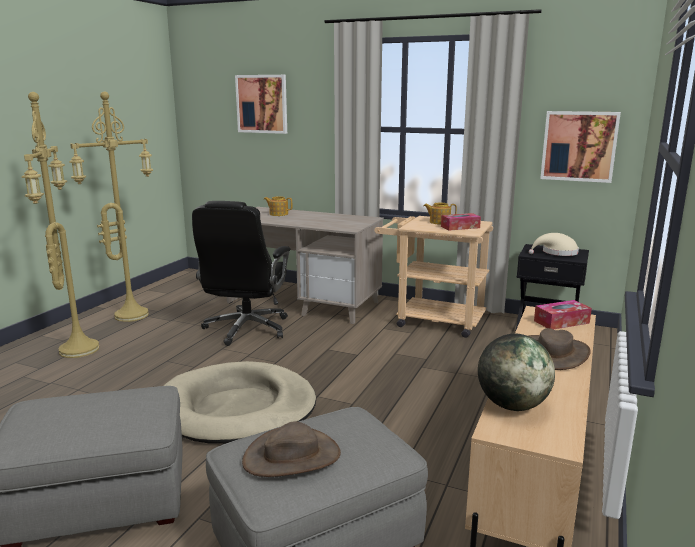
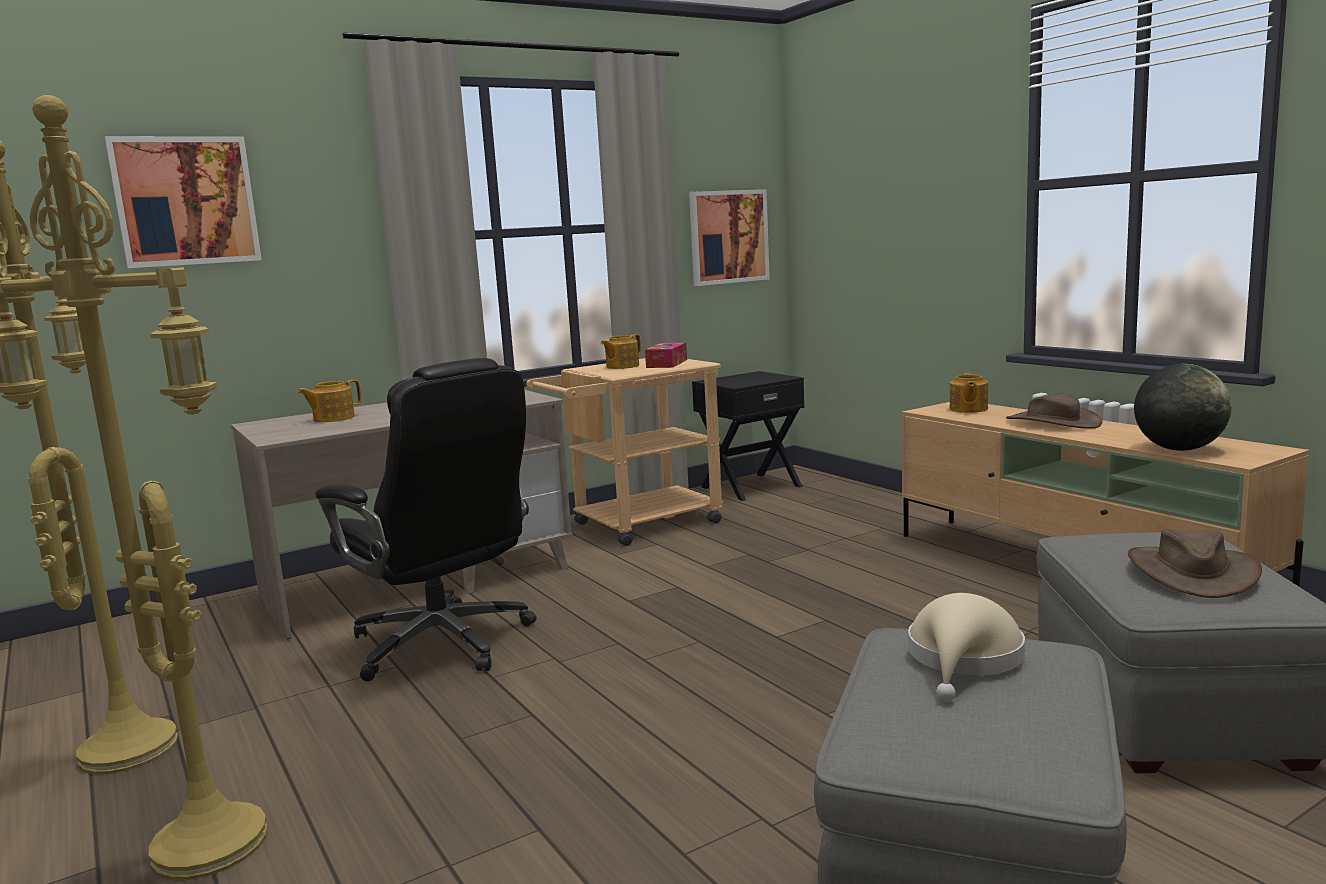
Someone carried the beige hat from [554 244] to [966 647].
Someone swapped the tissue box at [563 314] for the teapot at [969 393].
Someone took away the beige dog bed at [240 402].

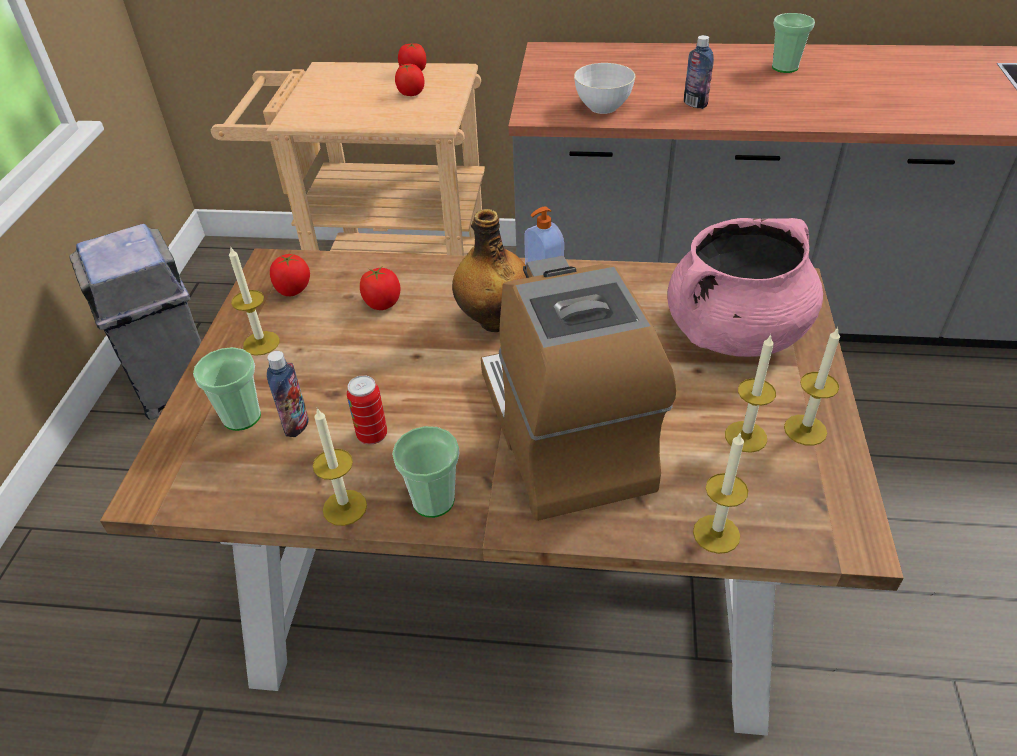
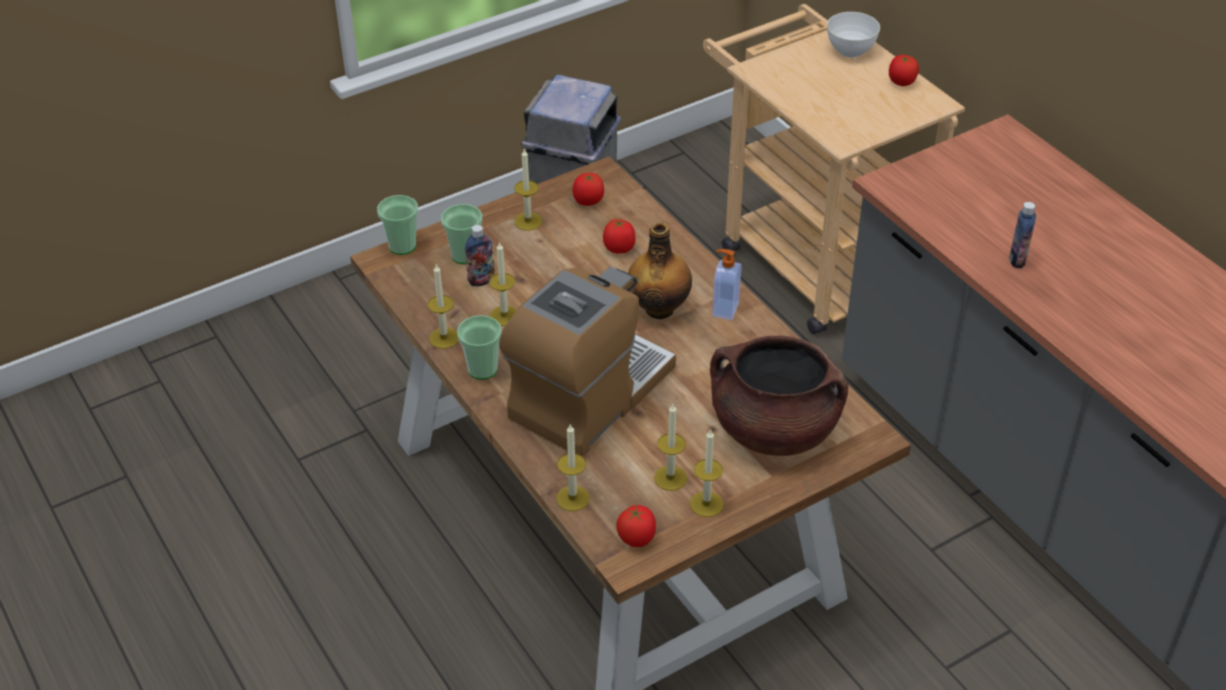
Someone carried the cup from [793 43] to [397 225].
Someone carried the white bowl from [604 88] to [853 35].
Someone carried the tomato from [409 80] to [636 525].
Someone repainted the pink cooking pot at [745 287], which became the brown cooking pot at [779 395].
Someone swapped the can at [367 410] for the candle at [503 284].

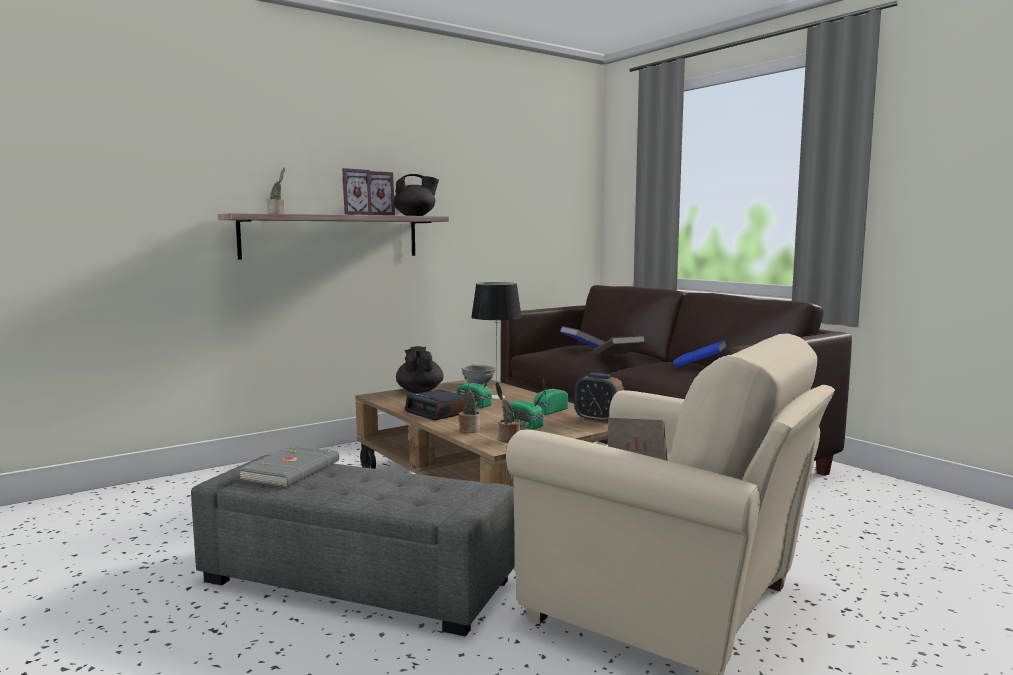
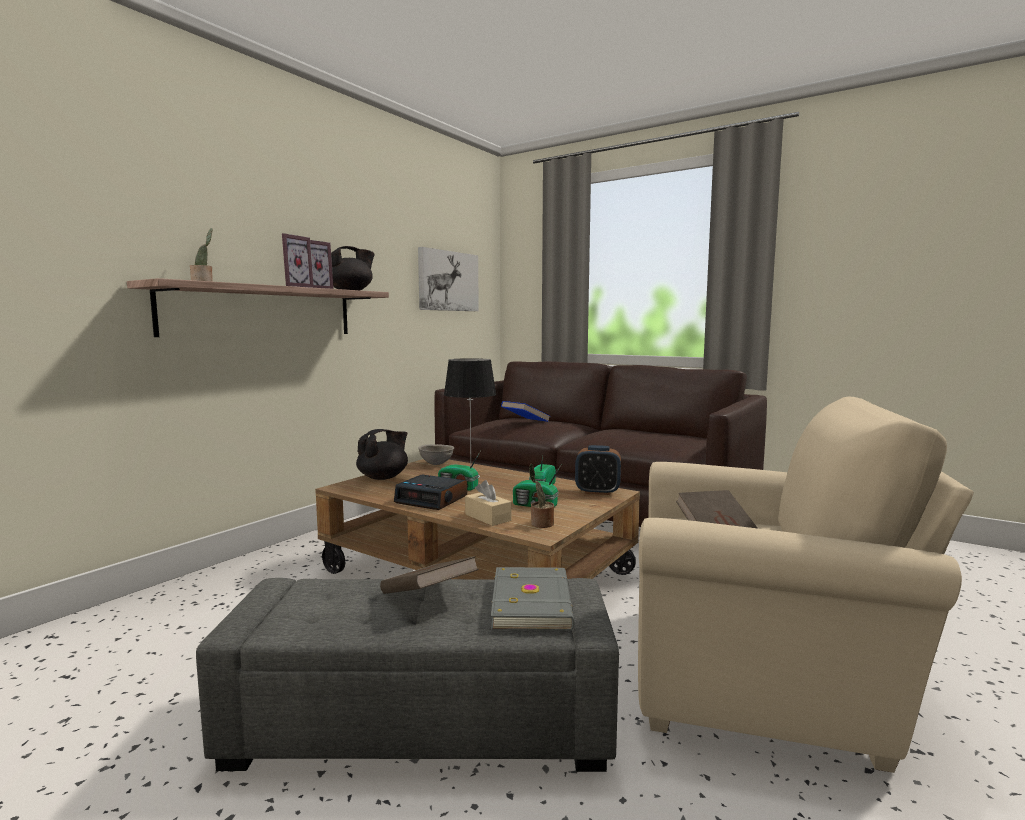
Someone carried the brown book from [619 345] to [429 575].
Someone took away the blue book at [700 354].
Someone rotated the black teapot at [420 369] by 75 degrees clockwise.
Someone swapped the potted plant at [469 403] for the beige tissue box at [488 503].
Someone carried the grey book from [288 466] to [532 599].
Someone put up the picture at [448 279].

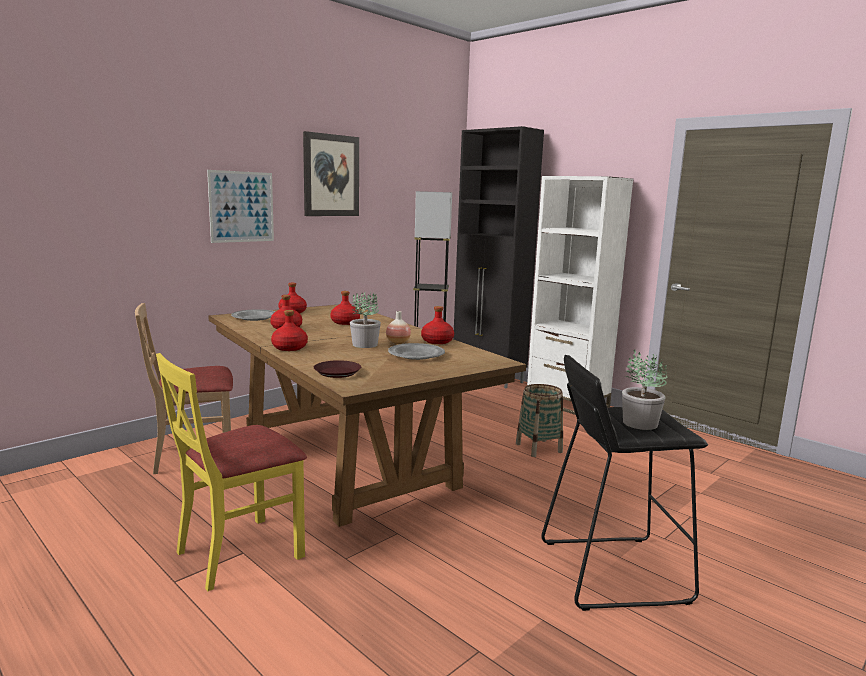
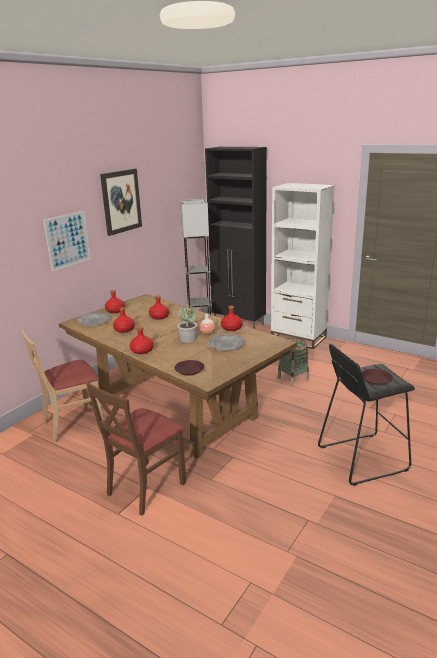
Someone swapped the potted plant at [644 390] for the brown plate at [377 377].
Someone repainted the yellow chair at [231 472], which became the brown chair at [136 449].

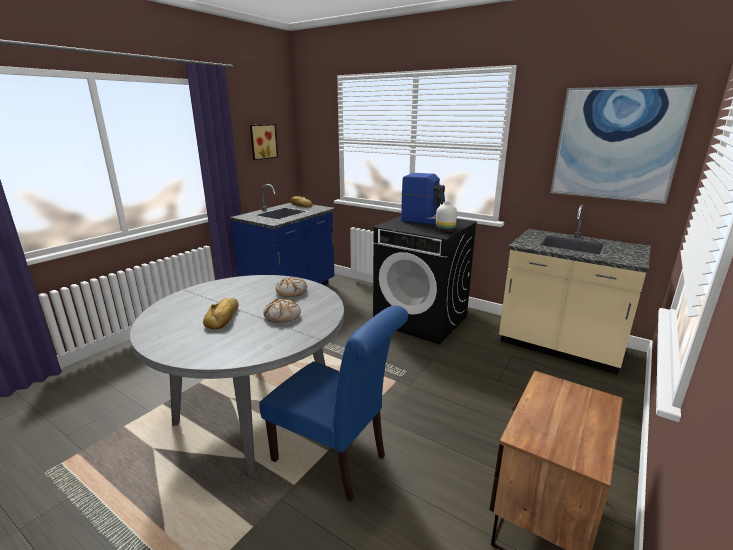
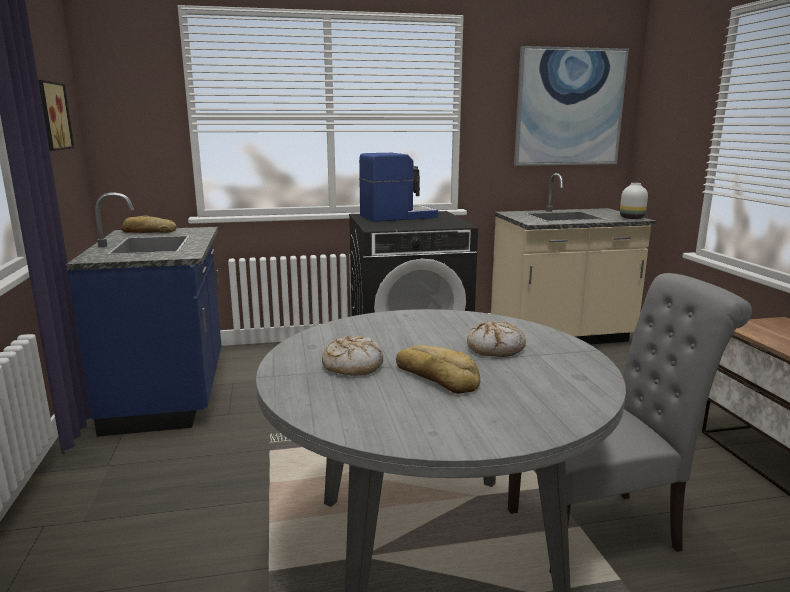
Someone carried the white vase from [446 217] to [634 201].
Someone carried the bread from [291 287] to [352 356].
Someone repainted the blue chair at [333 403], which became the grey chair at [630 423].

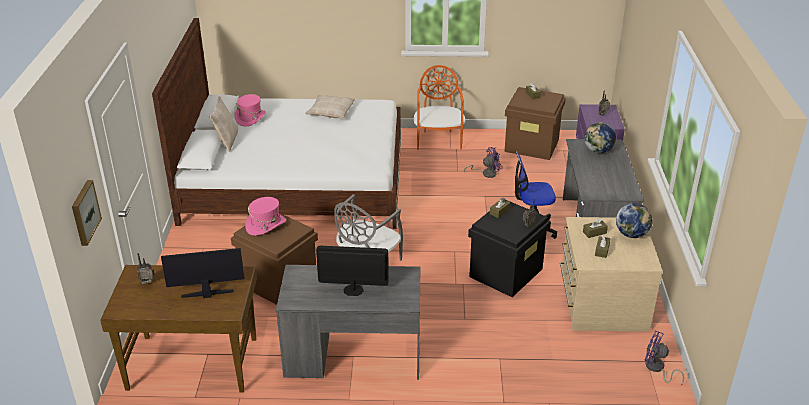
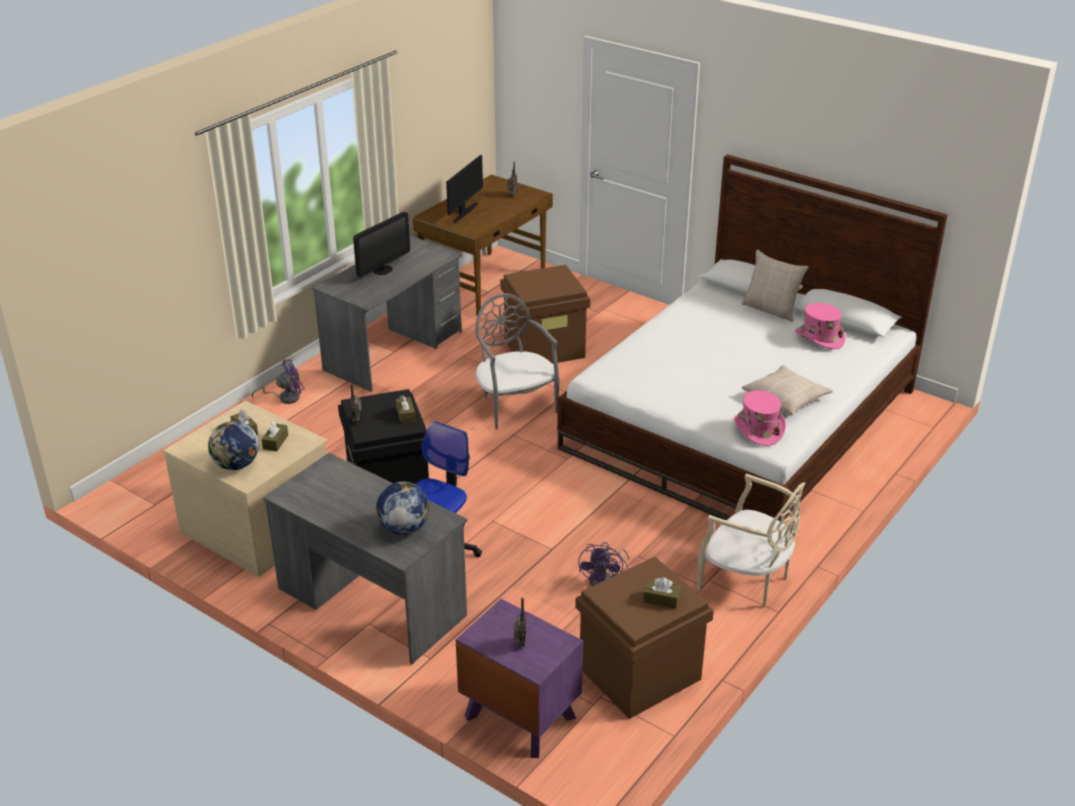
Someone repainted the orange chair at [439 107], which became the beige chair at [751 540].
Someone took away the picture at [87 213].
Someone carried the pink hat from [265 216] to [760 418].
Someone carried the purple fan from [664 358] to [278 381].

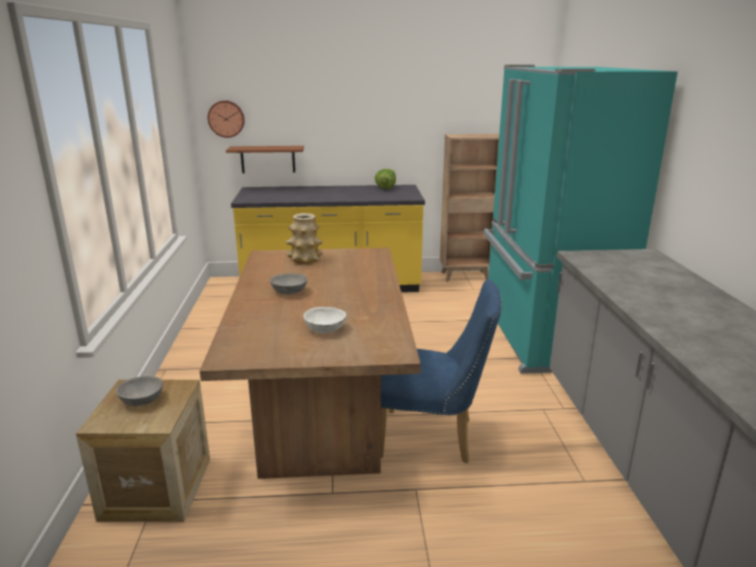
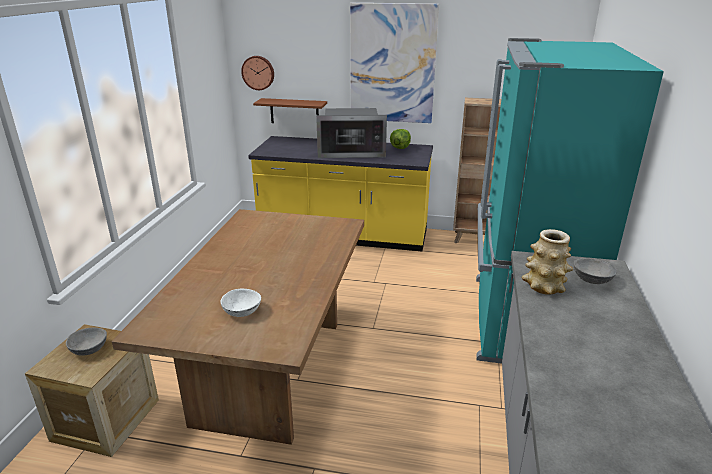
Someone carried the vase from [304 238] to [547 262].
Someone carried the grey bowl from [288 284] to [595 271].
Someone took away the blue chair at [441 371].
Someone put up the picture at [394 63].
Someone put down the microwave at [351 133].

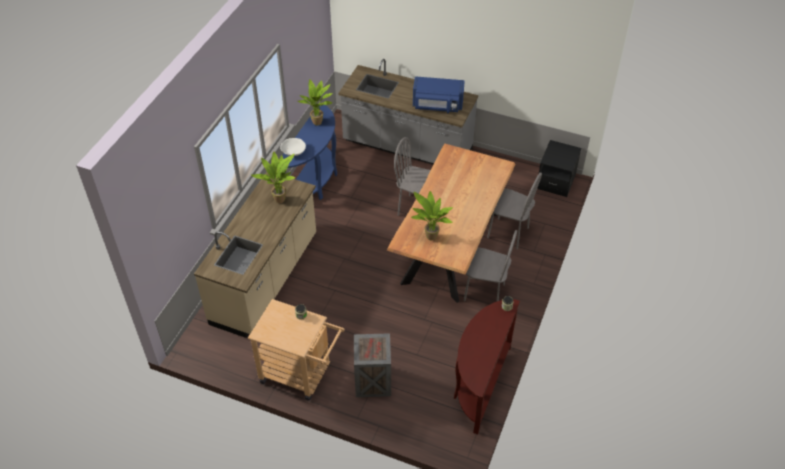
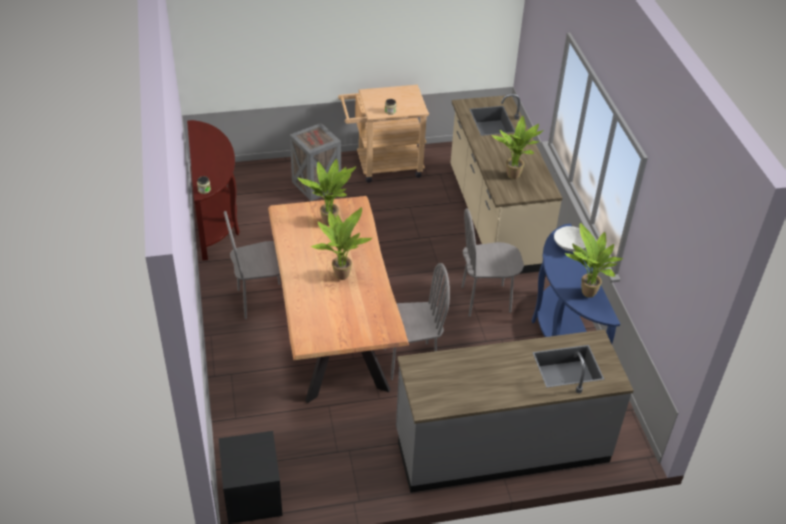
Someone took away the blue microwave at [439 94].
Someone carried the grey chair from [514 210] to [493 262].
Someone put down the potted plant at [341 243].

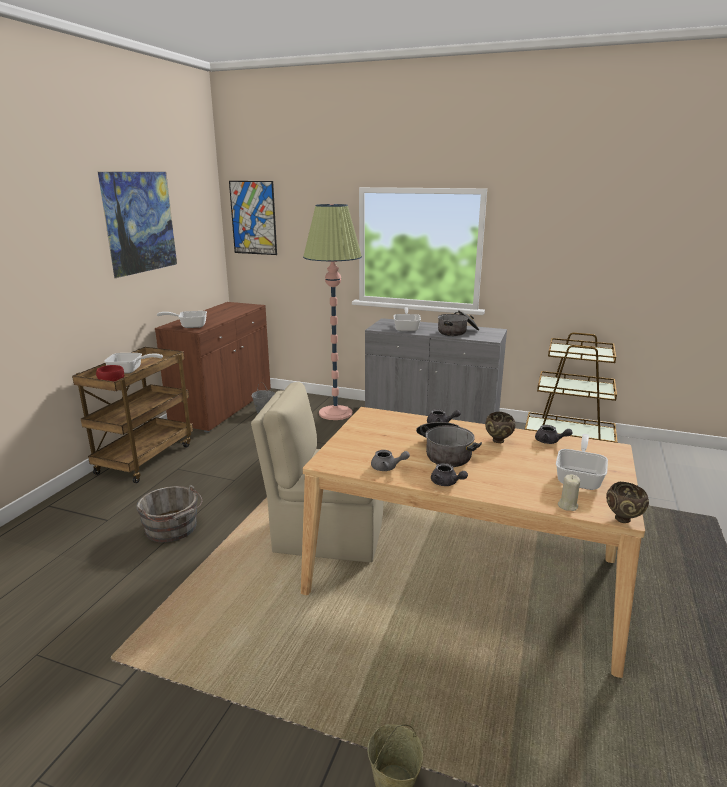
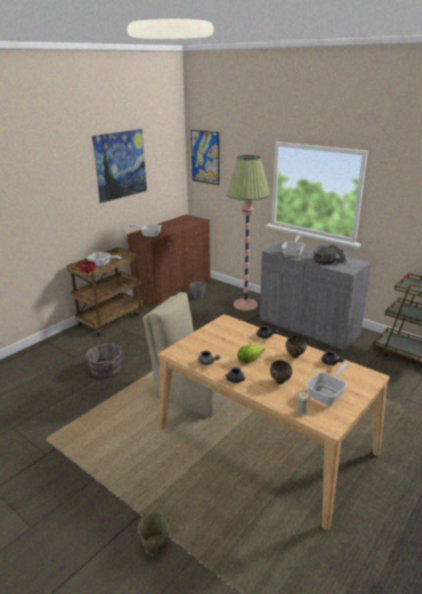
Someone swapped the cooking pot at [449 444] for the lettuce at [251 354].
Someone carried the brown bowl from [627 502] to [281 372].

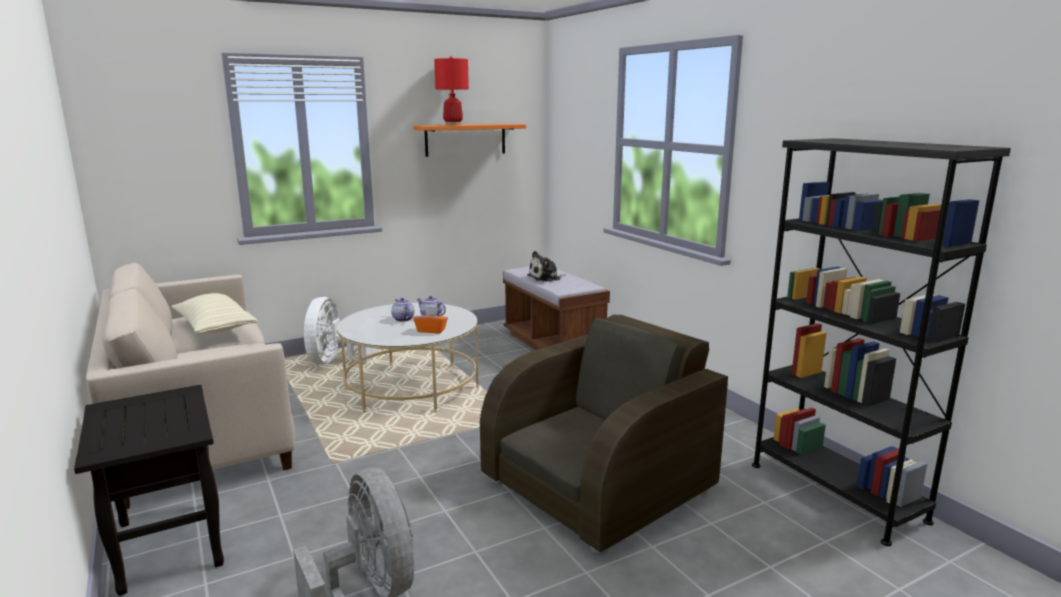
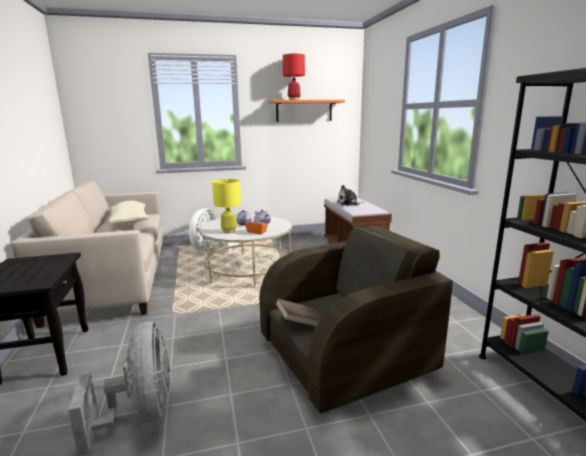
Someone put down the yellow table lamp at [226 206].
Someone put down the brown book at [298 312].

